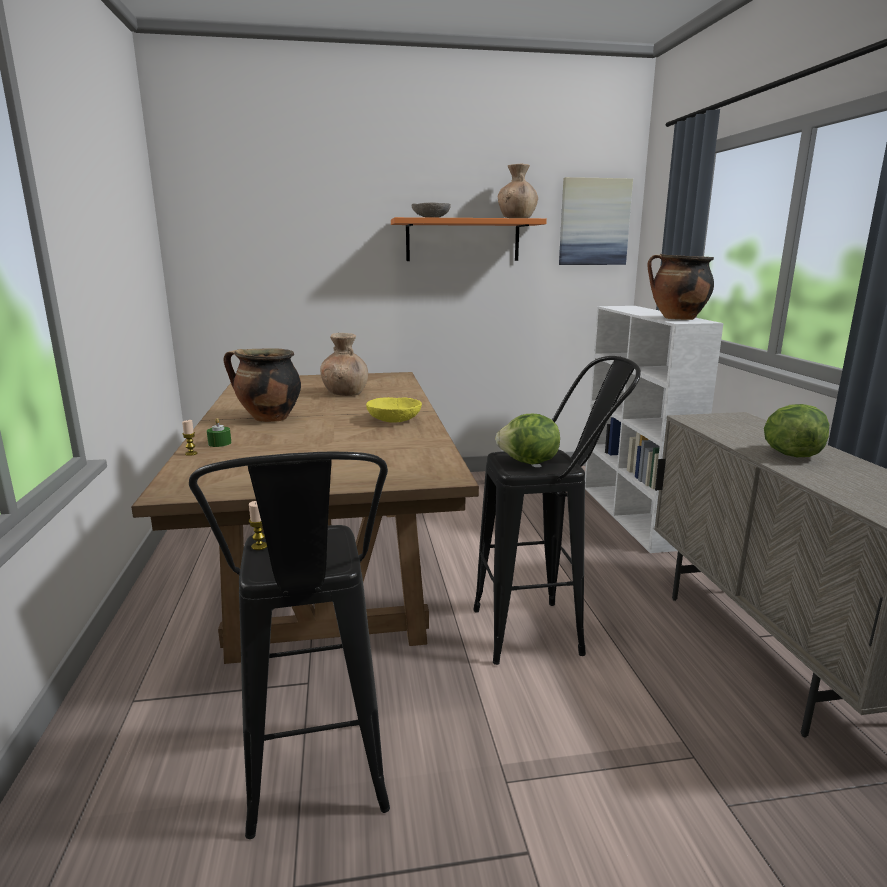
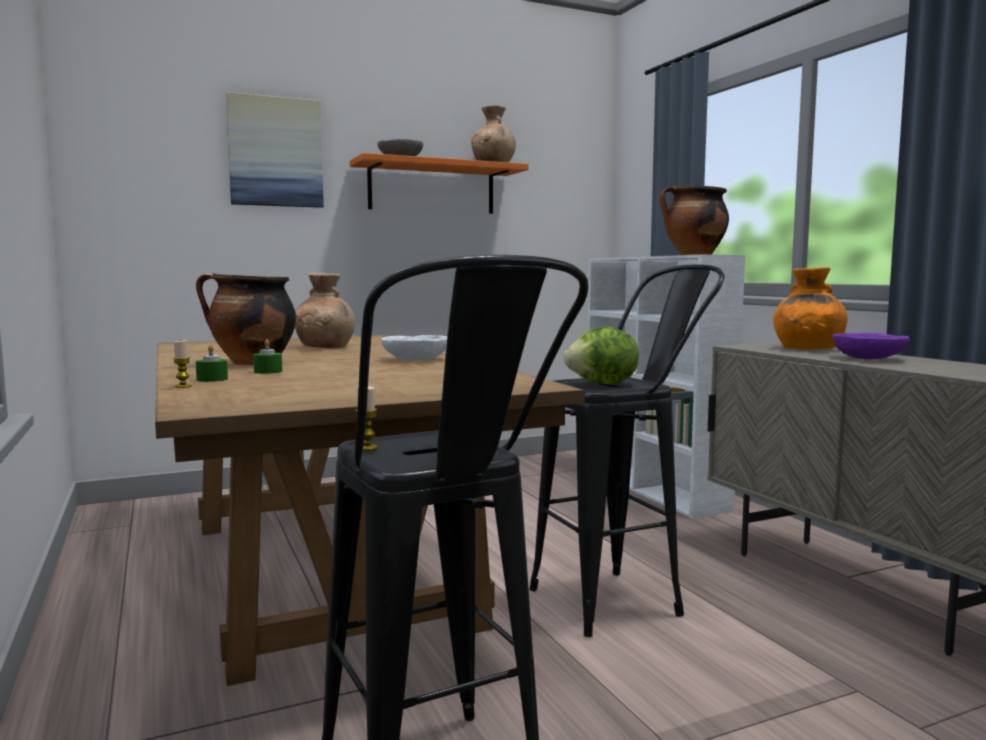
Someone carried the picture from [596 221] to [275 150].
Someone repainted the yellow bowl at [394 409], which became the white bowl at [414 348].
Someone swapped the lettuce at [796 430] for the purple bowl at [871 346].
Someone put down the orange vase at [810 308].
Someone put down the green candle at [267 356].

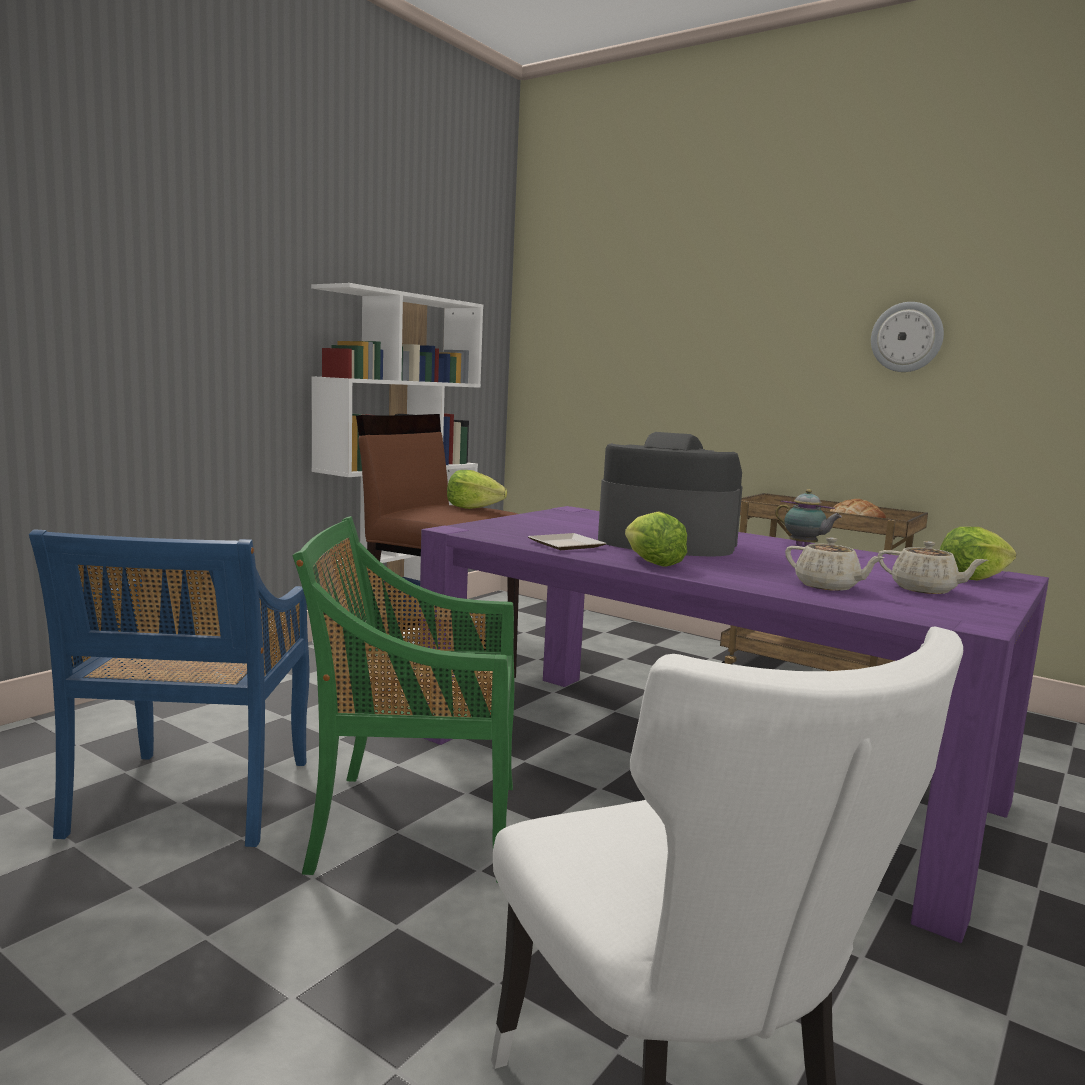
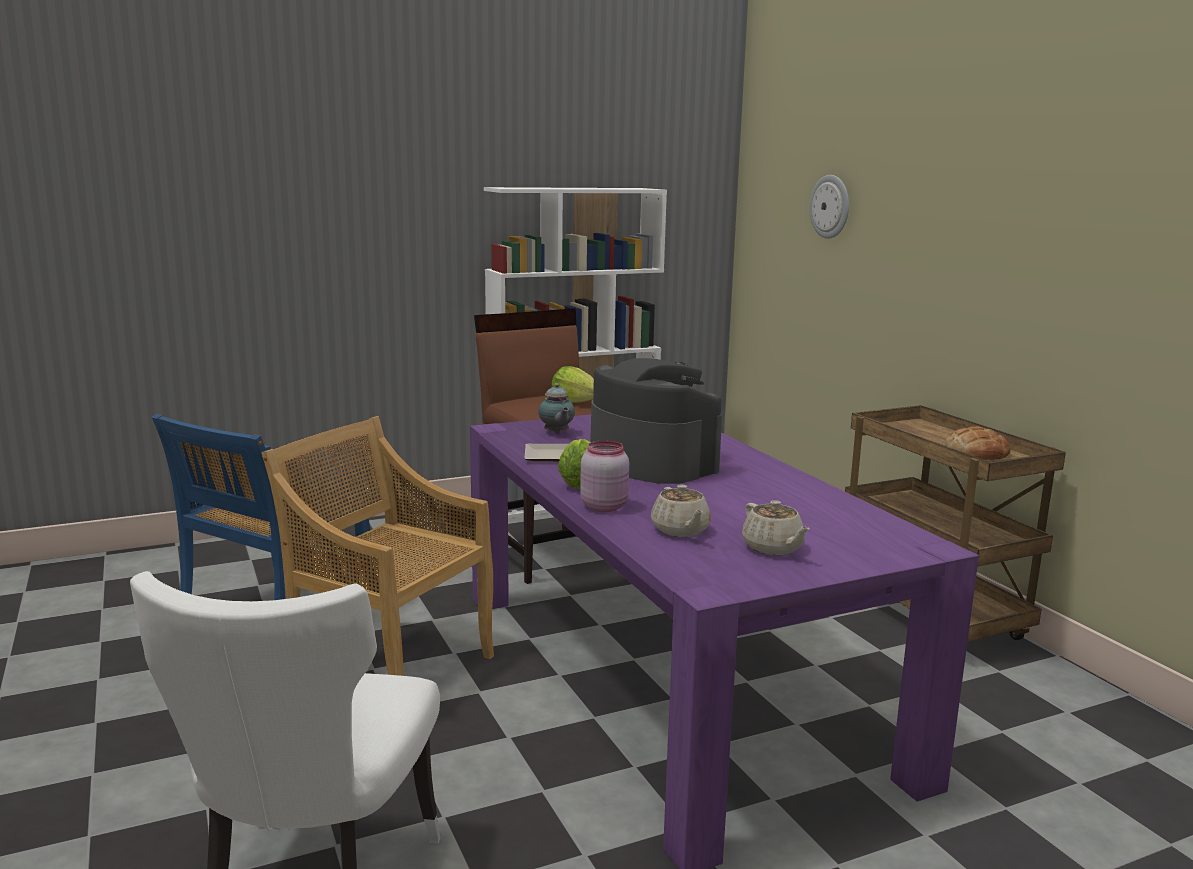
Someone carried the wall clock from [907 337] to [829 207].
Someone carried the teapot from [808 517] to [557 408].
Someone repainted the green chair at [403 699], which became the beige chair at [378 546].
Someone took away the lettuce at [978 553].
Someone put down the pink jar at [604 476].

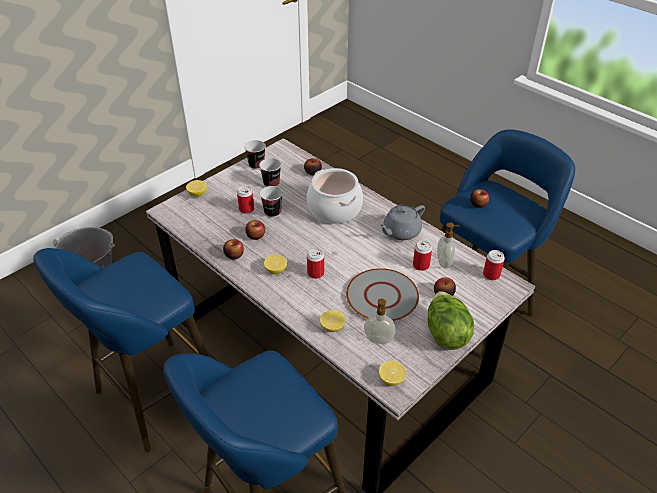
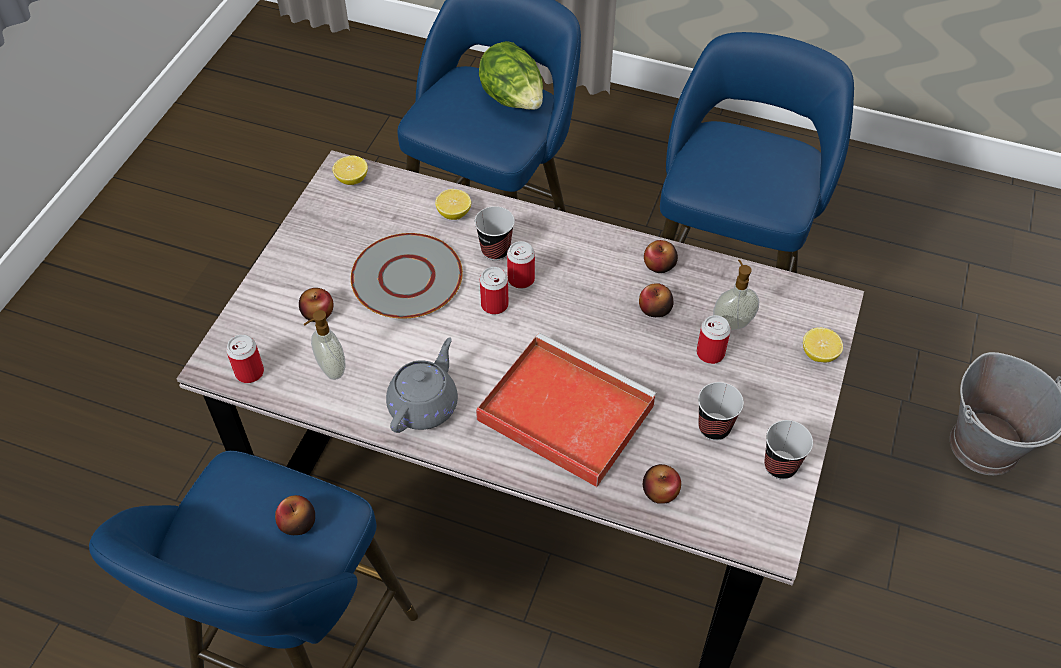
Someone swapped the cooking pot at [335 196] for the red tray at [566 410].
Someone carried the cup from [271 202] to [495 233].
Someone carried the can from [422 256] to [494 291].
Someone took away the lemon at [275 264].
Someone carried the lettuce from [451 320] to [511 75].
Someone carried the soap dispenser from [379 321] to [736 295].

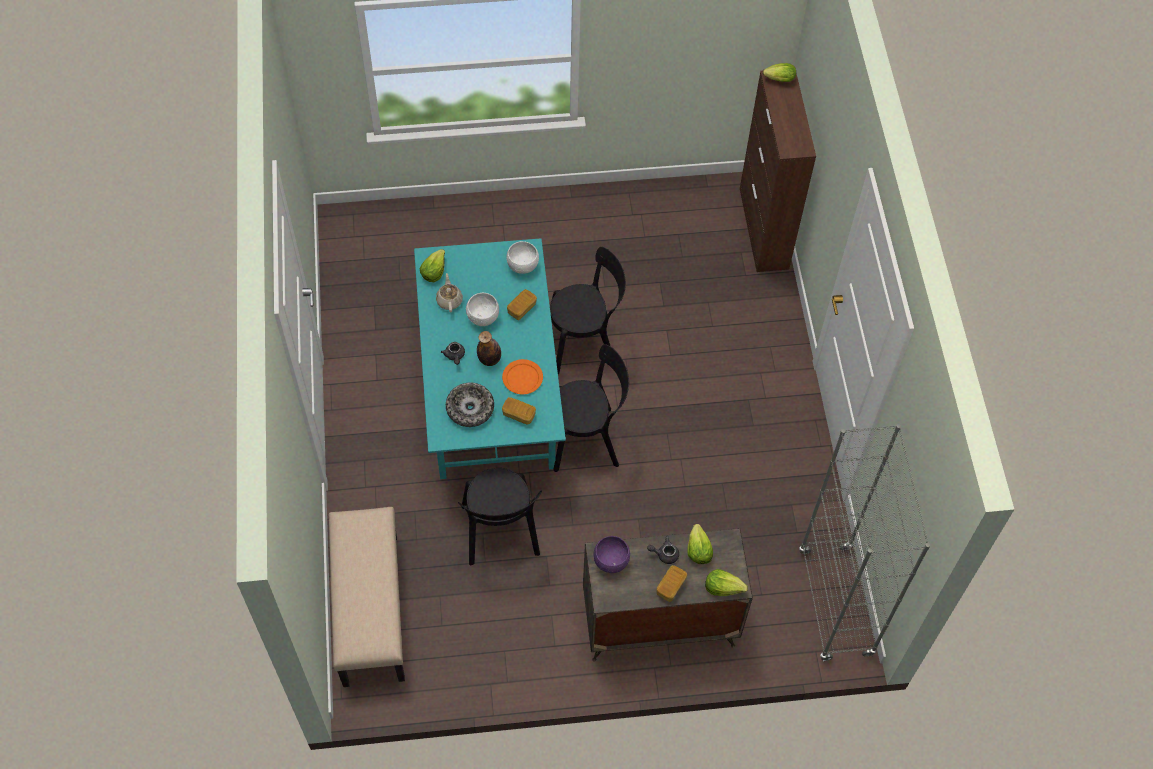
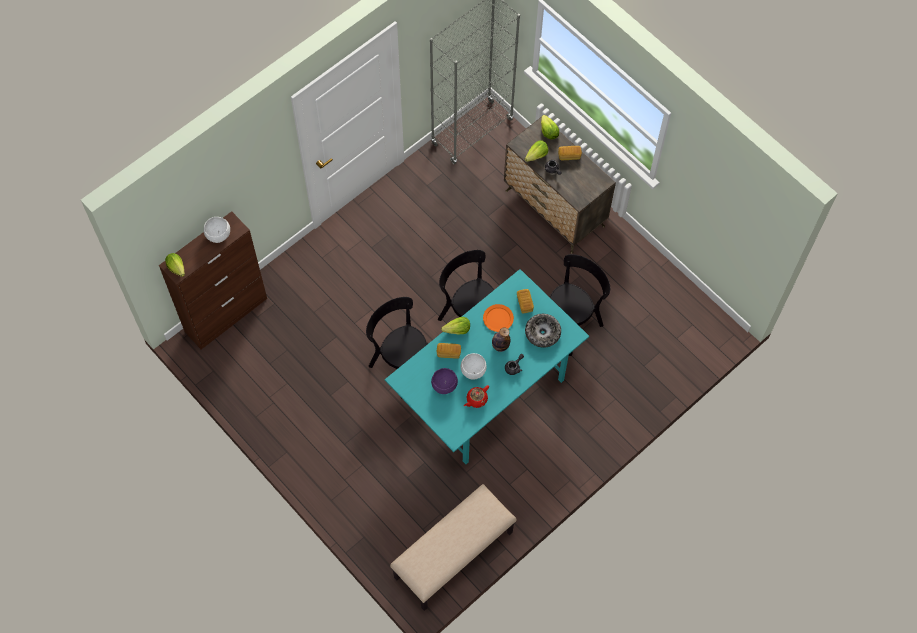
Someone carried the white bowl from [522 257] to [217 230].
Someone carried the lettuce from [432 265] to [455 325].
Someone repainted the beige teapot at [449 292], which became the red teapot at [476 396].
Someone carried the beige bench from [367 597] to [453 547].
Someone carried the purple bowl from [612 554] to [444 381].

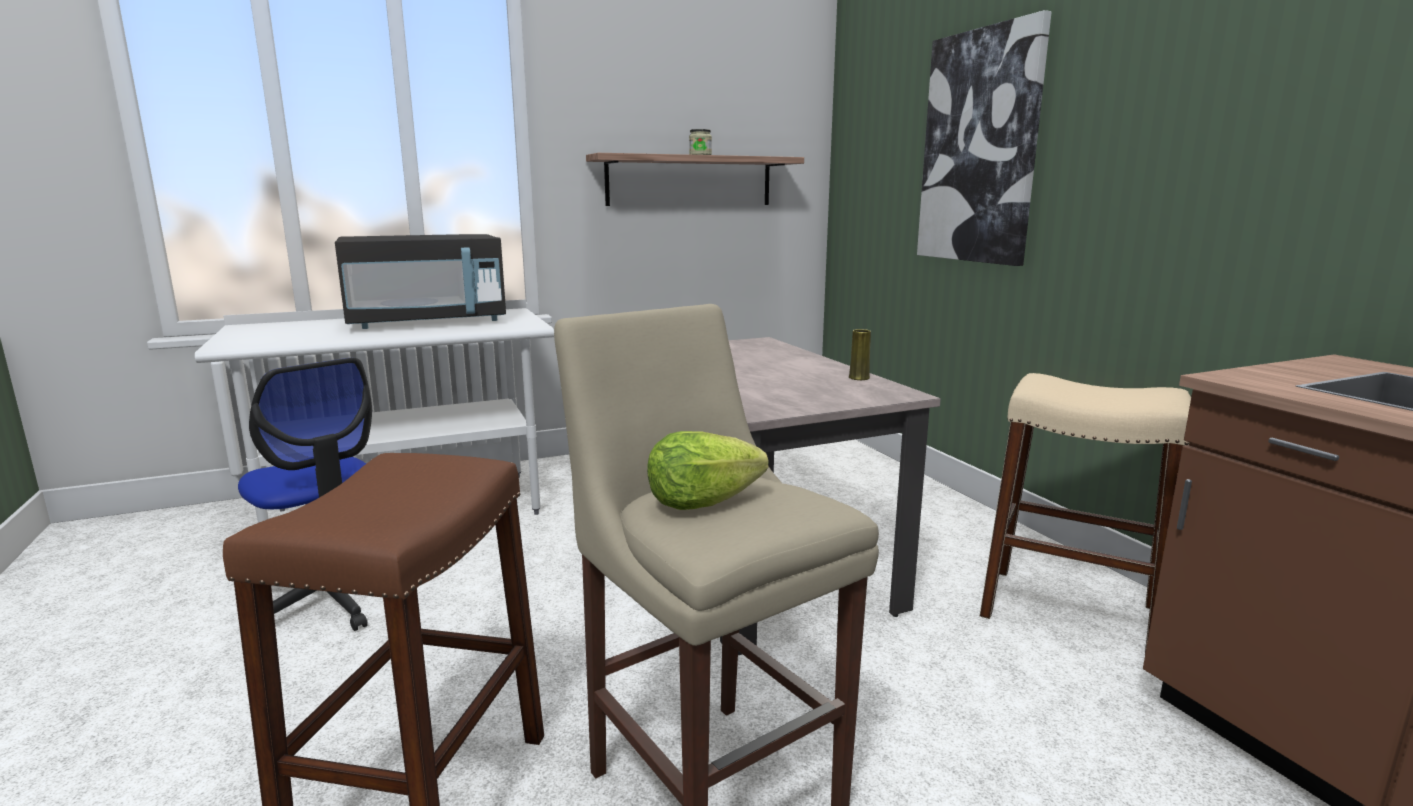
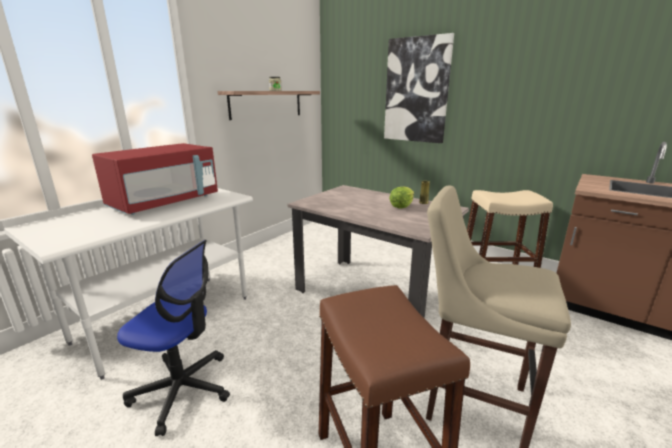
Someone repainted the black microwave at [420 281], which became the red microwave at [155 179].
Someone carried the lettuce from [707 470] to [401 197].

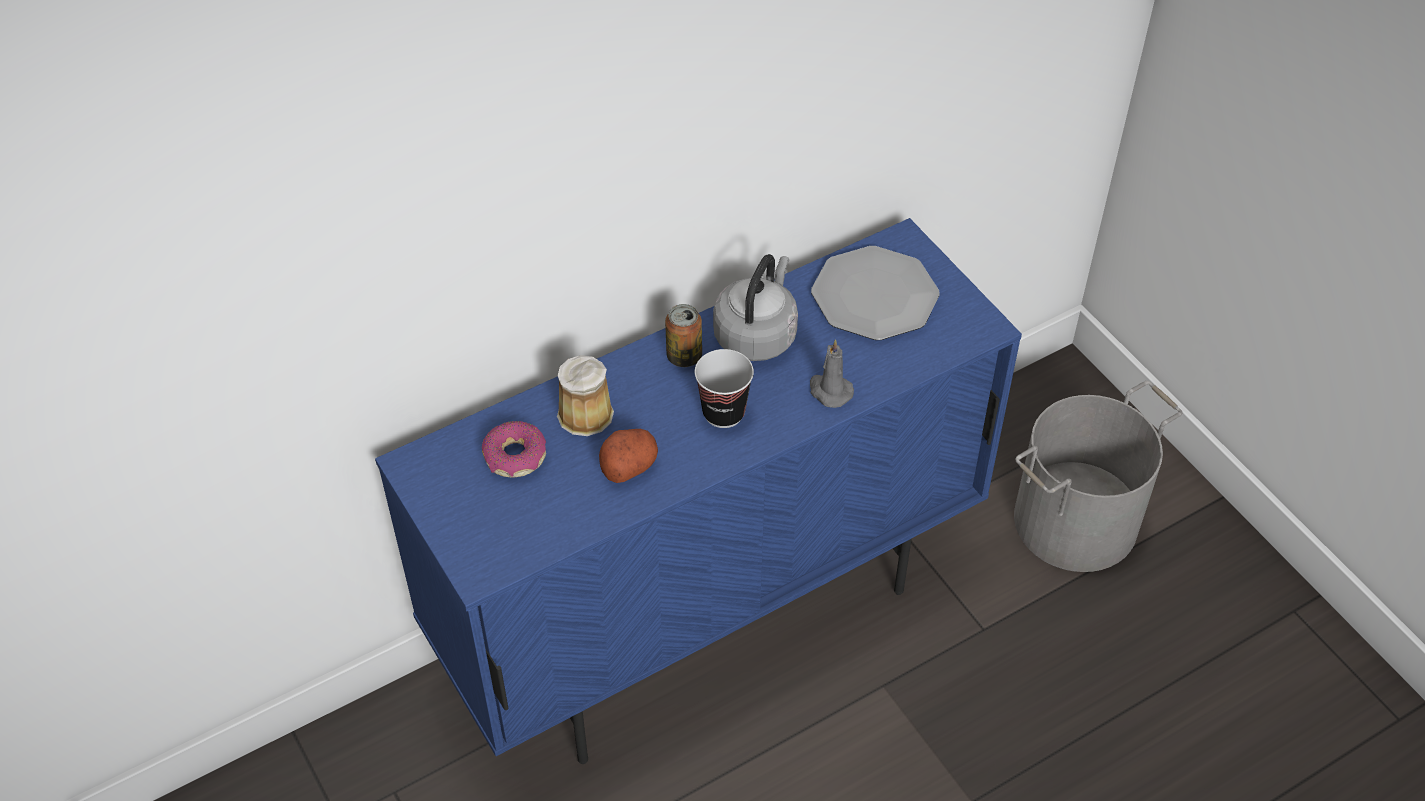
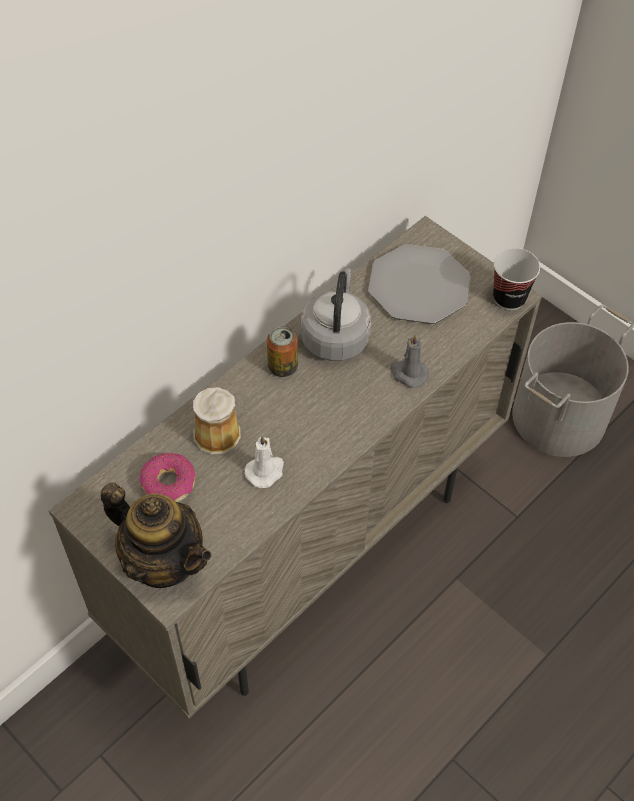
Someone repainted the blue cabinet at [698 491], which became the beige cabinet at [295 467].
Someone carried the cup from [724 388] to [516 279].
Someone swapped the potato at [628 456] for the white candle at [264 461].
Someone put down the teapot at [156 535].

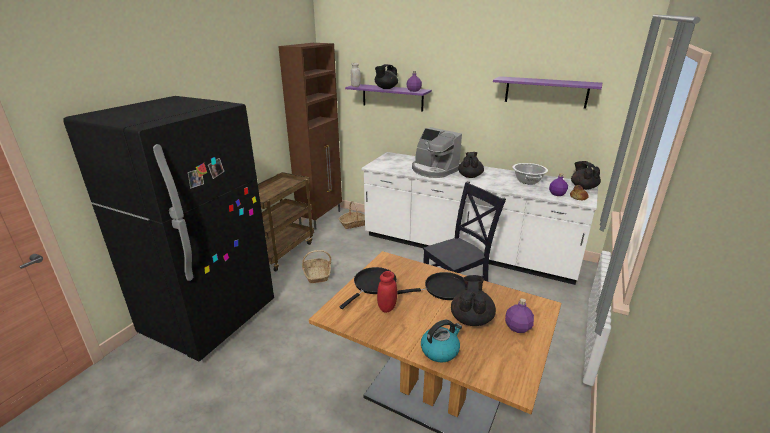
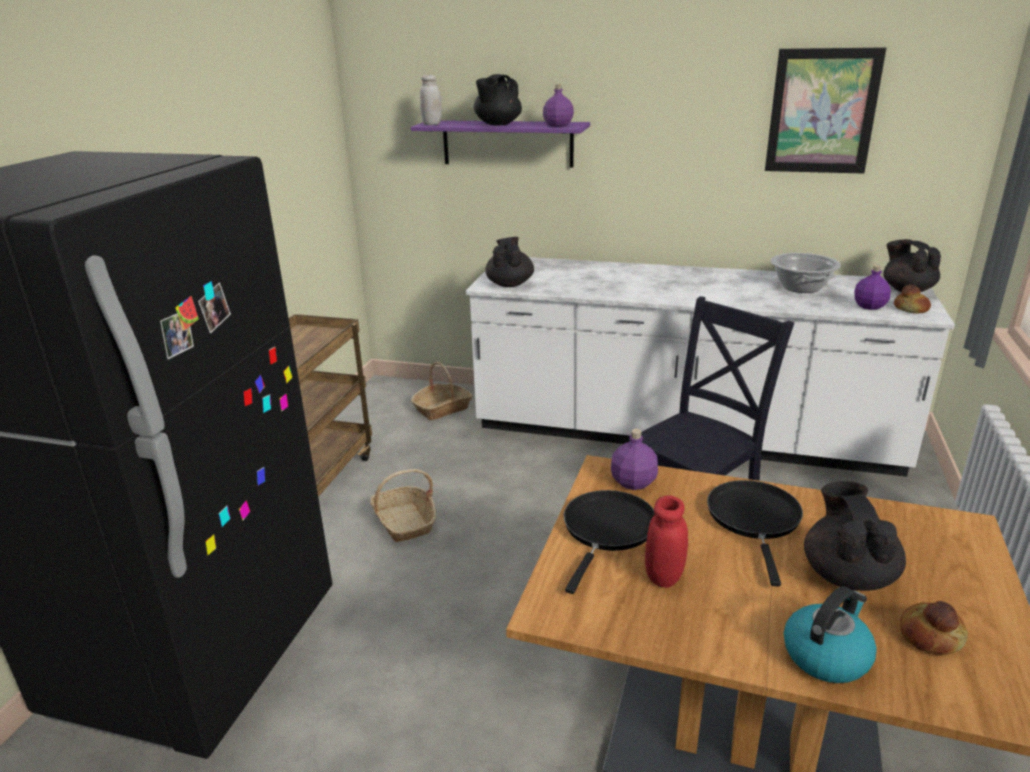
Someone took away the brown cabinet at [310 136].
Someone swapped the purple shelf at [547 92] for the picture at [825 110].
Someone took away the coffee machine at [437 152].
Someone carried the black teapot from [471 165] to [509 262].
Someone rotated the black frying pan at [431 286] by 60 degrees counterclockwise.
Someone carried the purple bottle from [519 315] to [634 459].
Someone put down the bread at [934 628].

